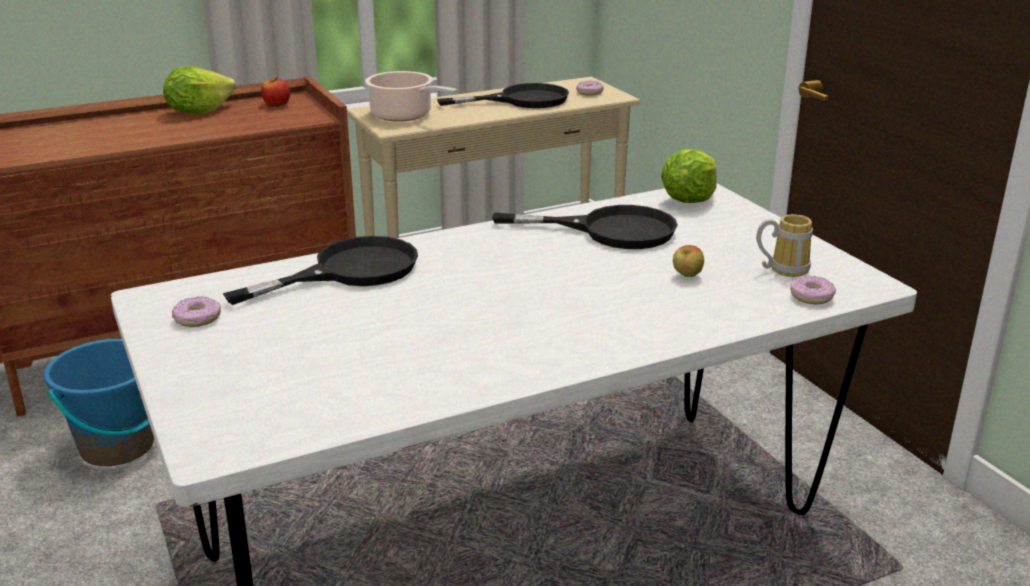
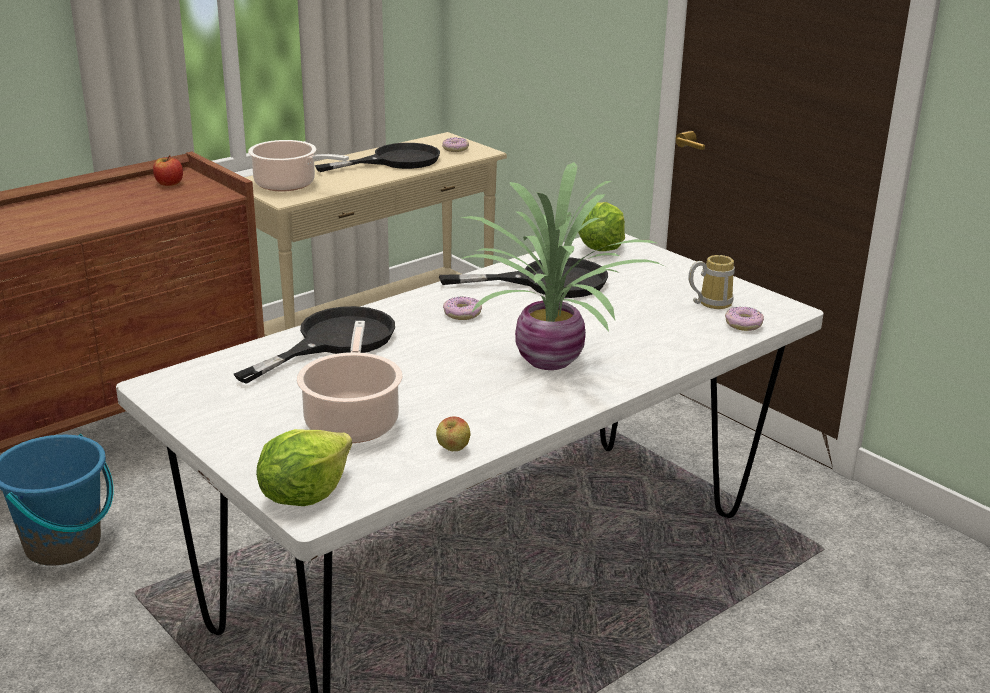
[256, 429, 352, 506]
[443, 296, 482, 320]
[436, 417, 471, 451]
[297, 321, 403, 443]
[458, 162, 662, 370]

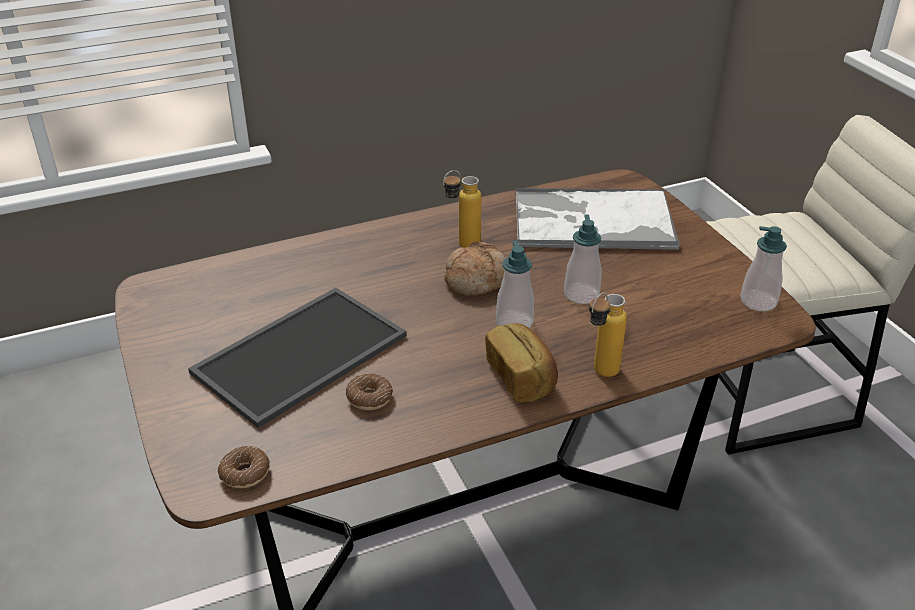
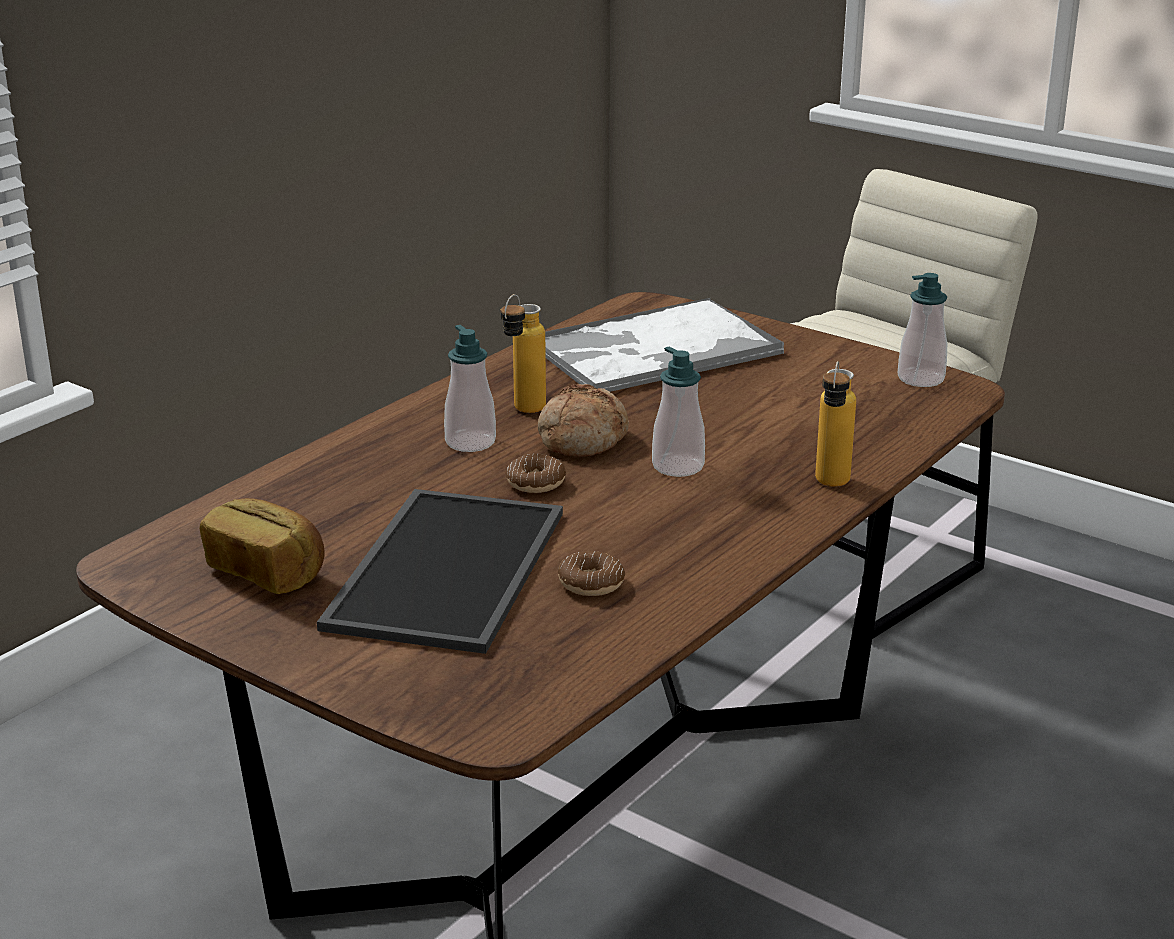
[505, 453, 566, 493]
[200, 498, 325, 594]
[444, 325, 496, 452]

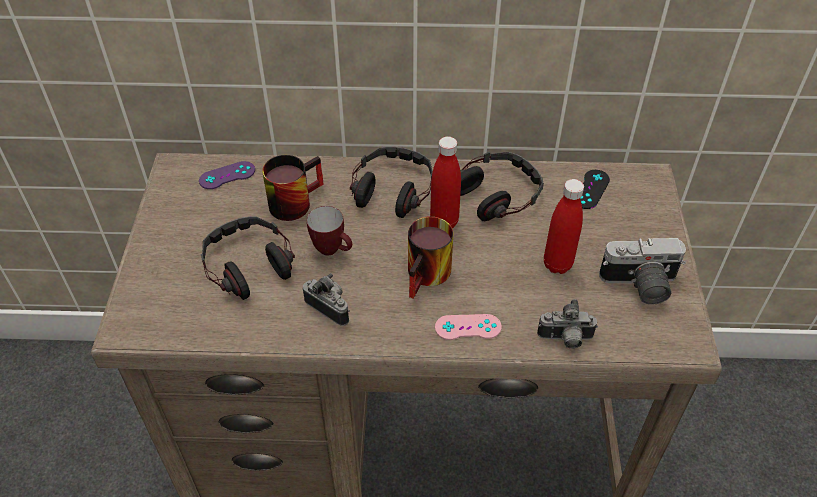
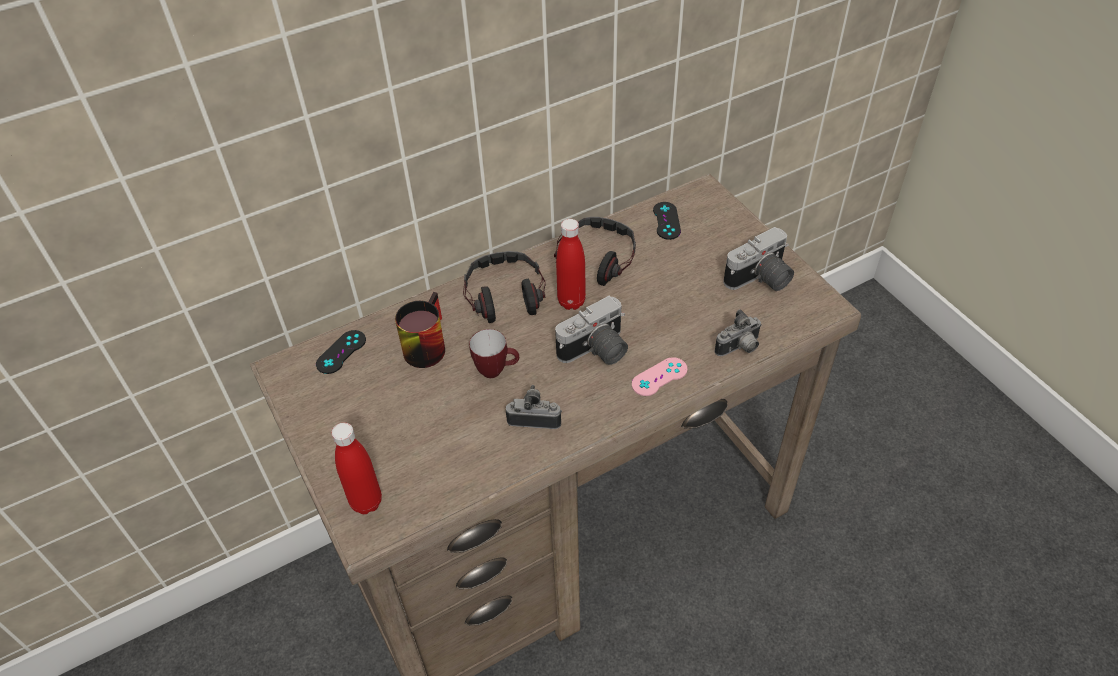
[316, 330, 366, 374]
[201, 216, 295, 300] (first image)
[555, 296, 628, 365]
[331, 423, 382, 514]

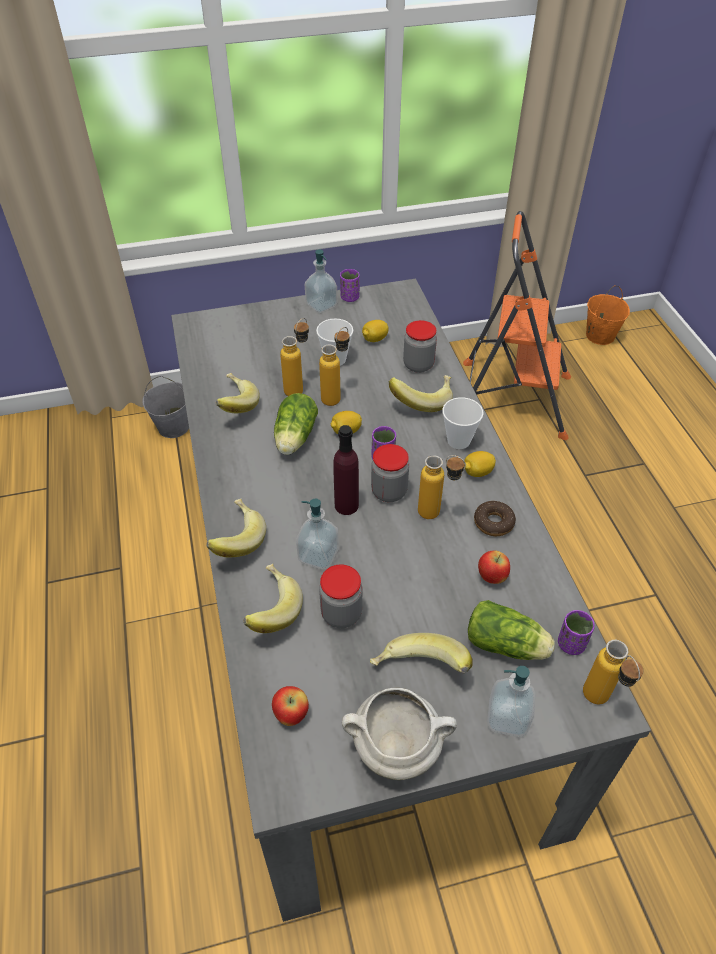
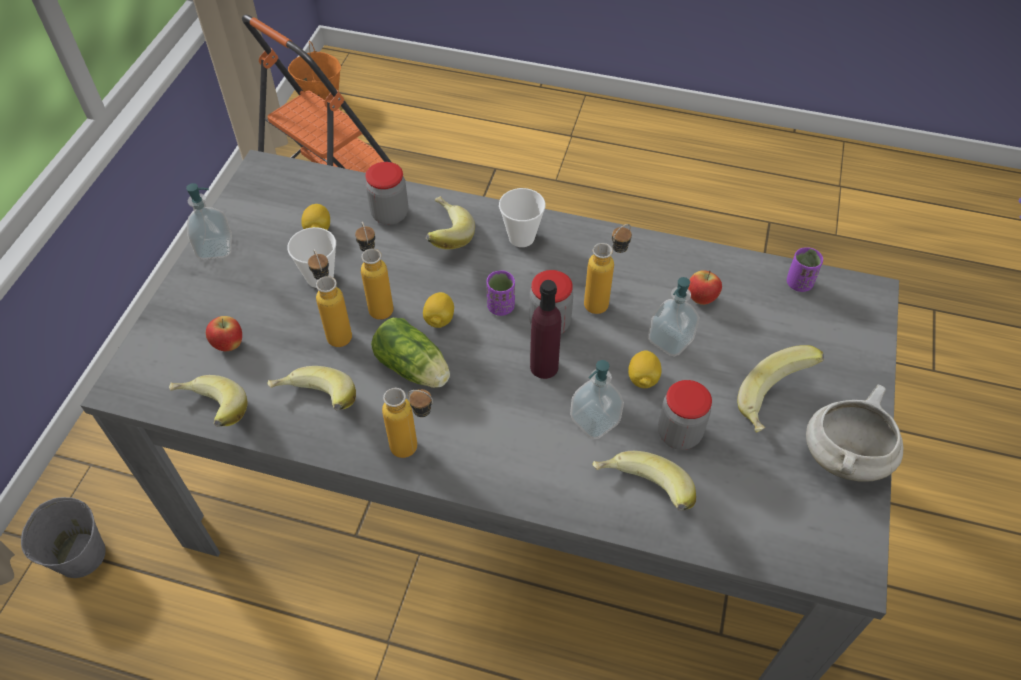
[169, 375, 247, 427]
[206, 316, 242, 351]
[340, 269, 360, 302] (first image)
[628, 350, 662, 388]
[468, 600, 555, 660] (first image)
[474, 501, 516, 536] (first image)
[648, 277, 700, 356]
[382, 388, 433, 458]

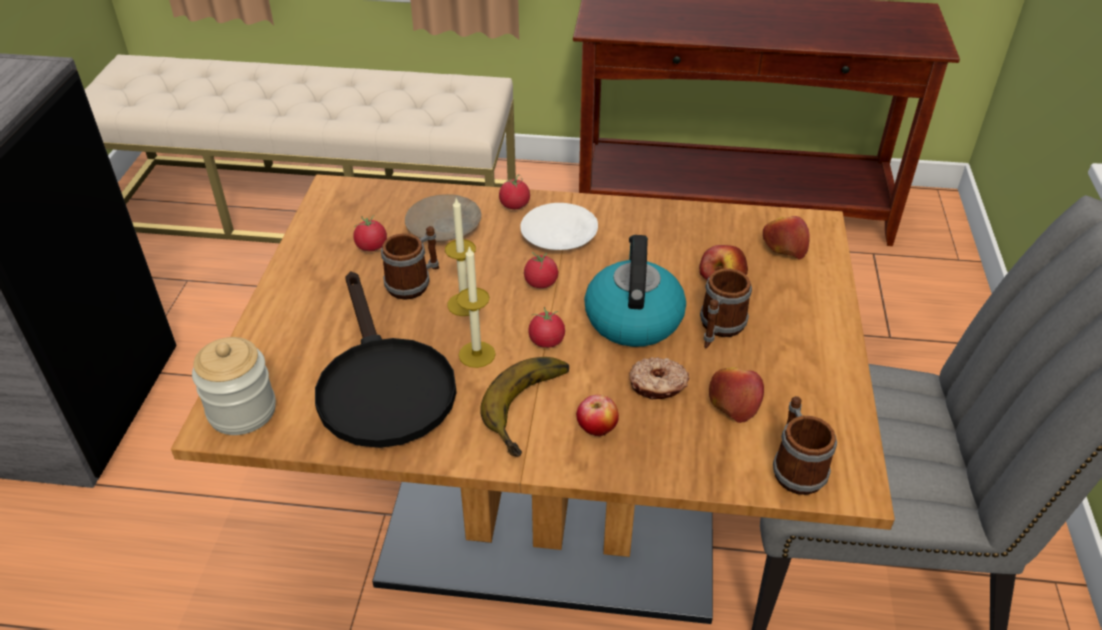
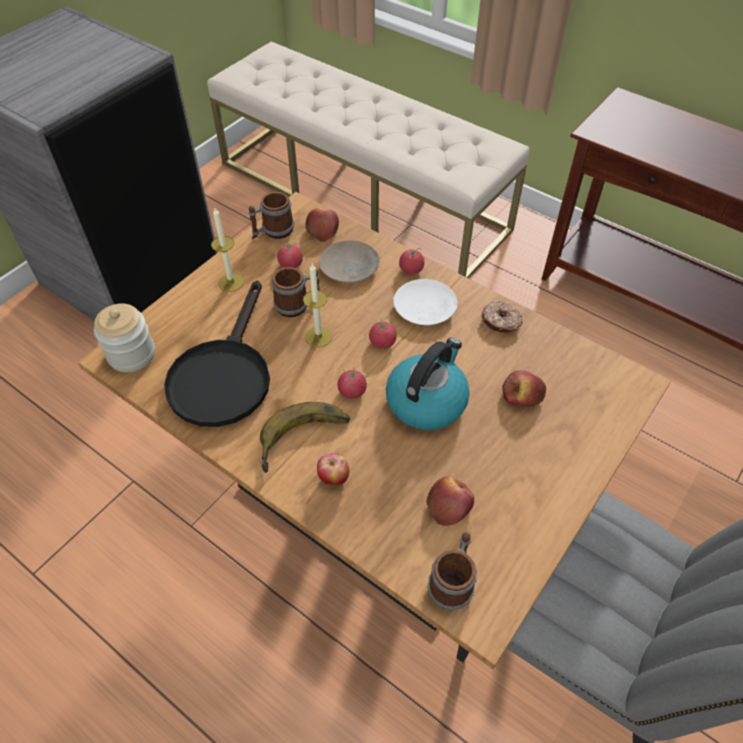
[211, 208, 244, 292]
[481, 301, 523, 332]
[249, 192, 294, 239]
[305, 207, 339, 242]

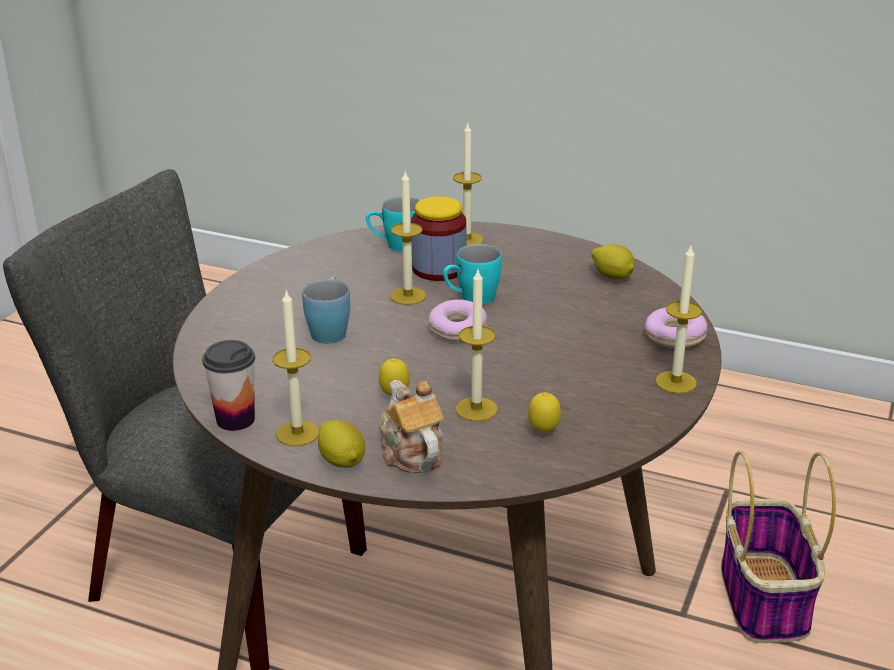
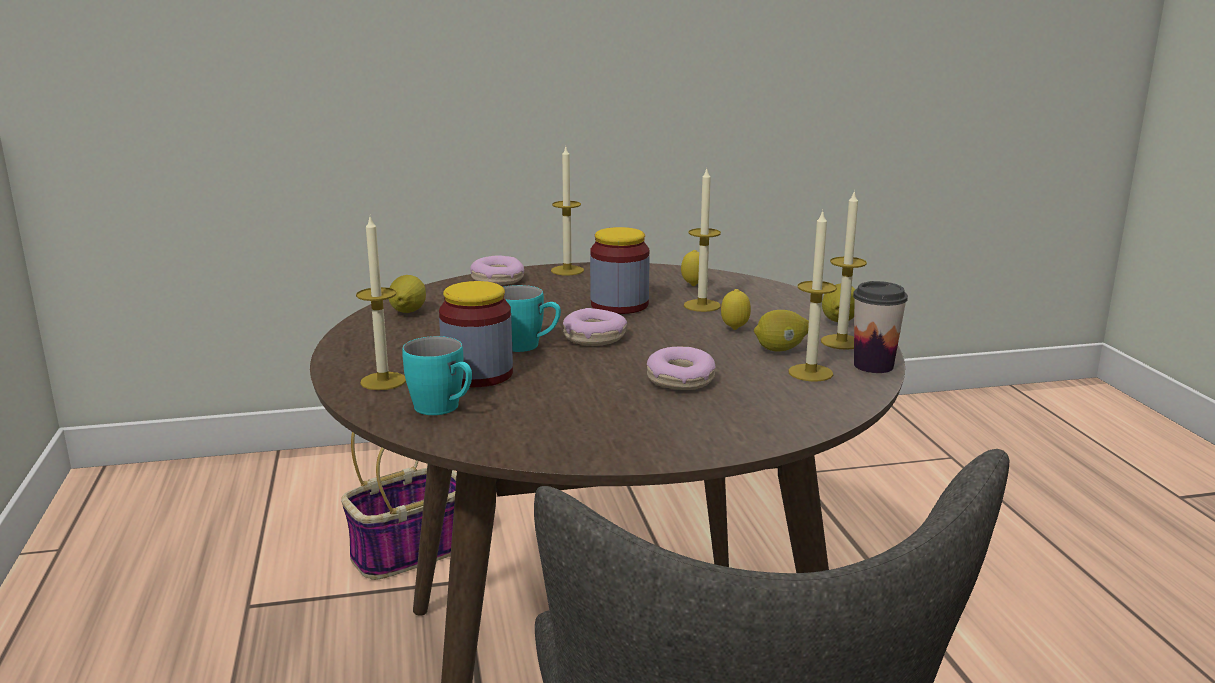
[647, 347, 716, 390]
[379, 380, 444, 473] (first image)
[788, 210, 837, 382]
[590, 227, 650, 314]
[754, 310, 809, 351]

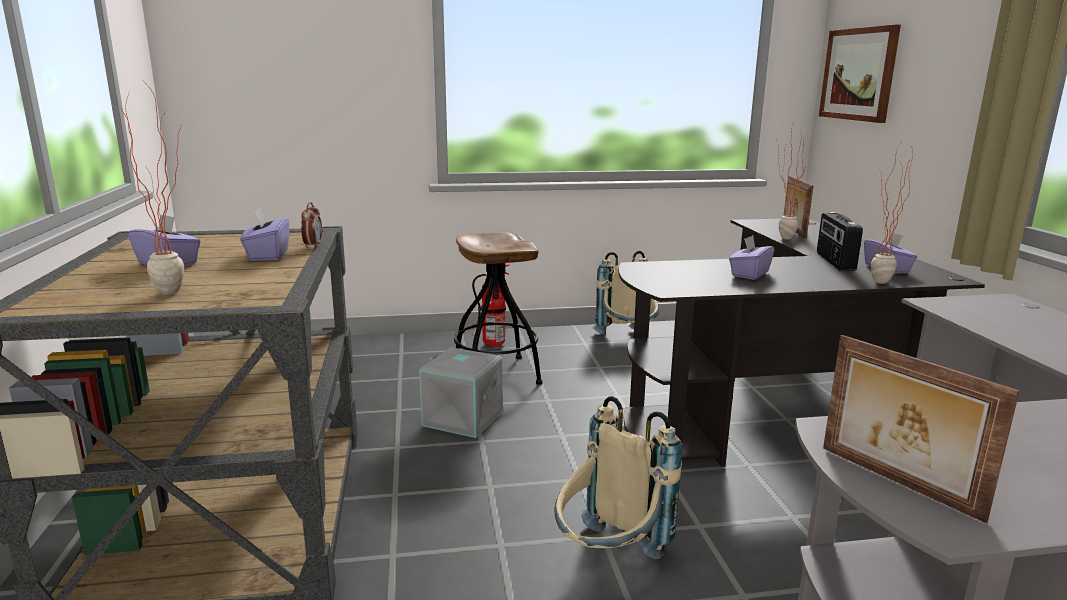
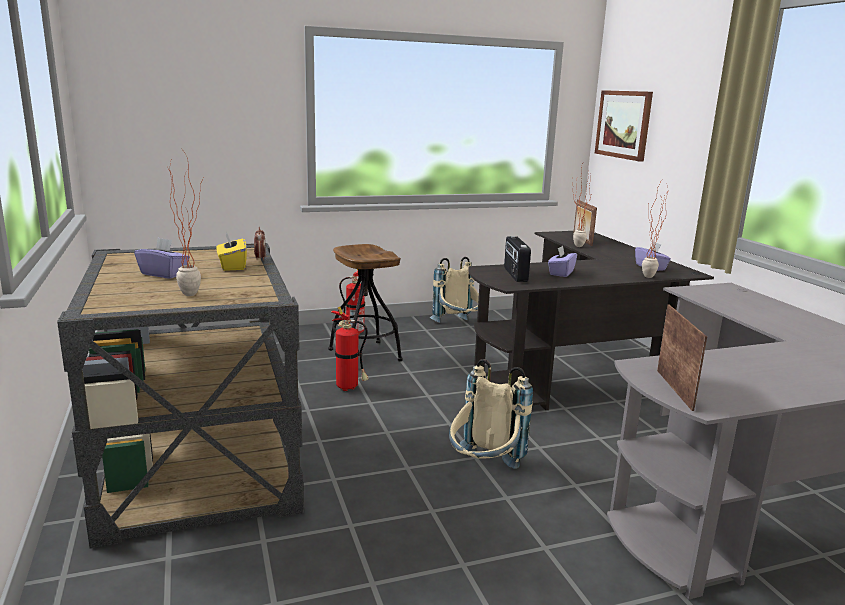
[216, 232, 247, 271]
[331, 307, 369, 391]
[504, 236, 531, 282]
[657, 305, 707, 411]

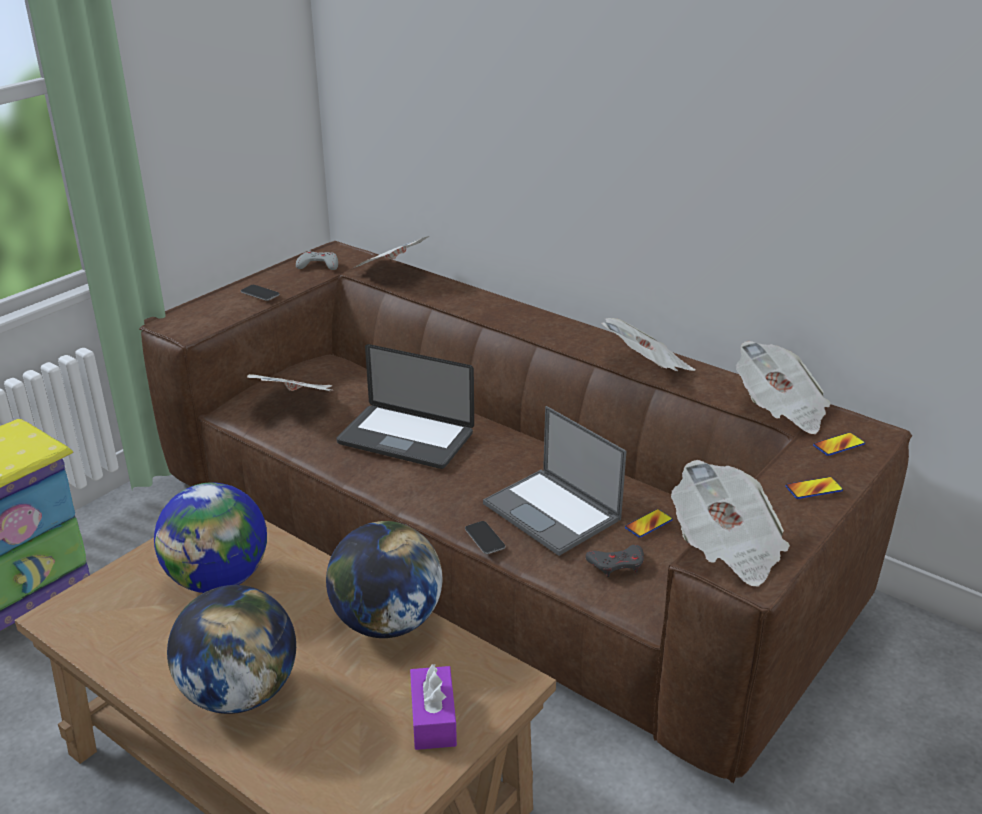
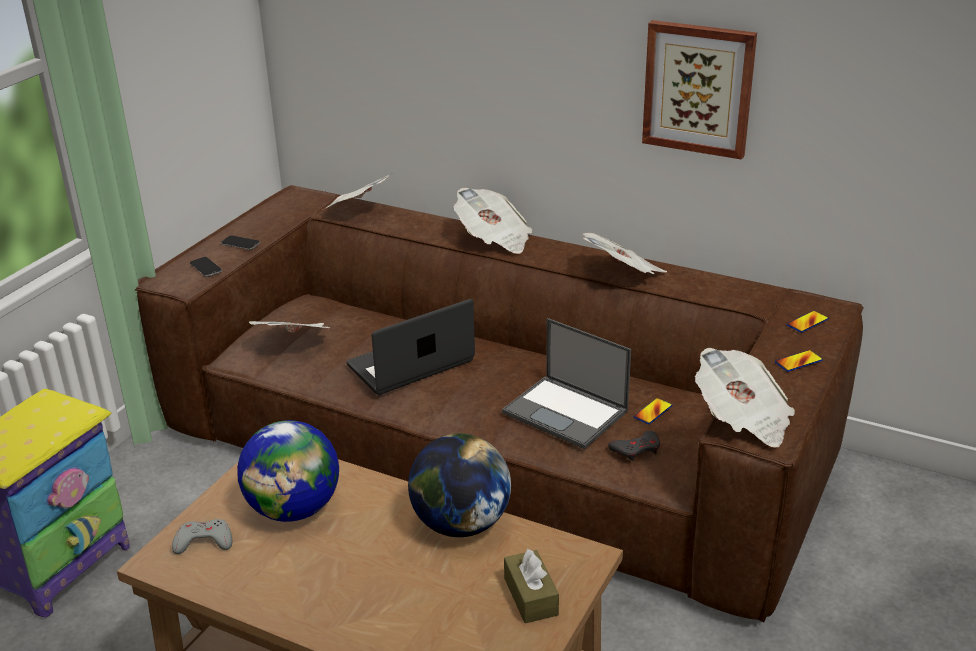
[167, 585, 296, 714] (first image)
[172, 519, 232, 554]
[347, 299, 475, 395]
[504, 549, 559, 623]
[190, 257, 222, 277]
[454, 188, 532, 254]
[642, 20, 757, 160]

